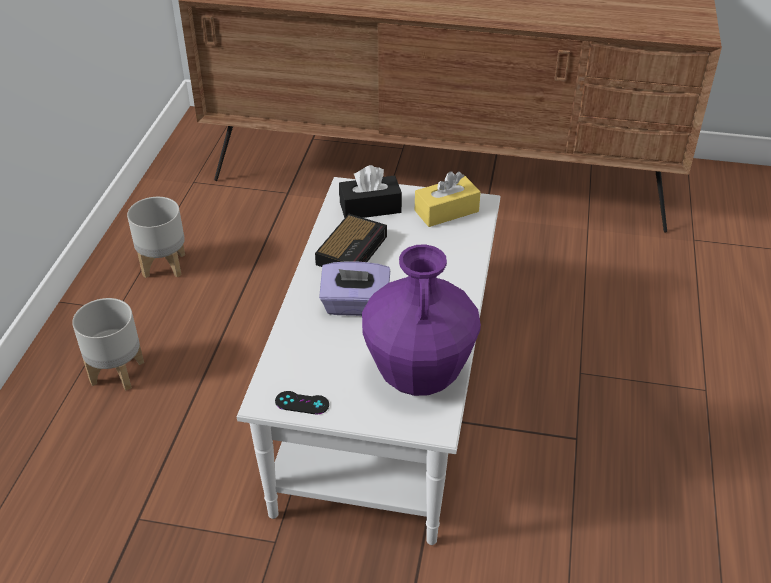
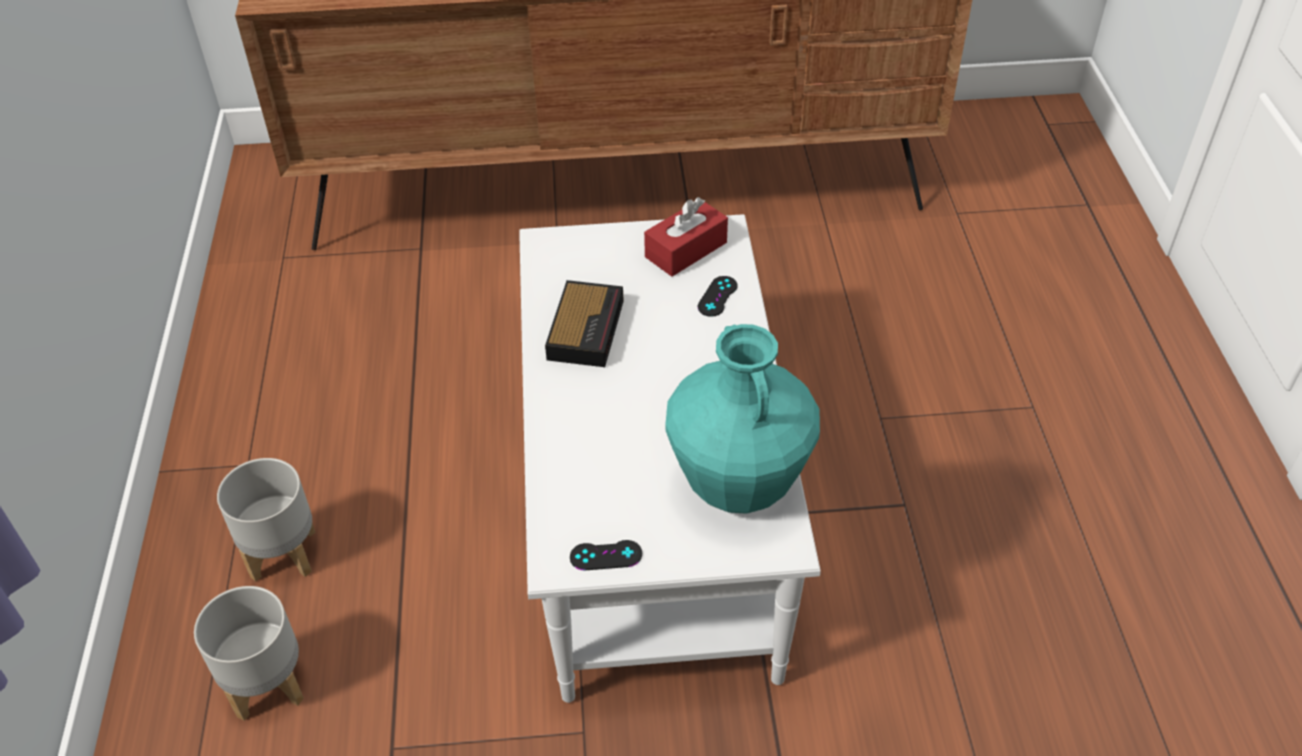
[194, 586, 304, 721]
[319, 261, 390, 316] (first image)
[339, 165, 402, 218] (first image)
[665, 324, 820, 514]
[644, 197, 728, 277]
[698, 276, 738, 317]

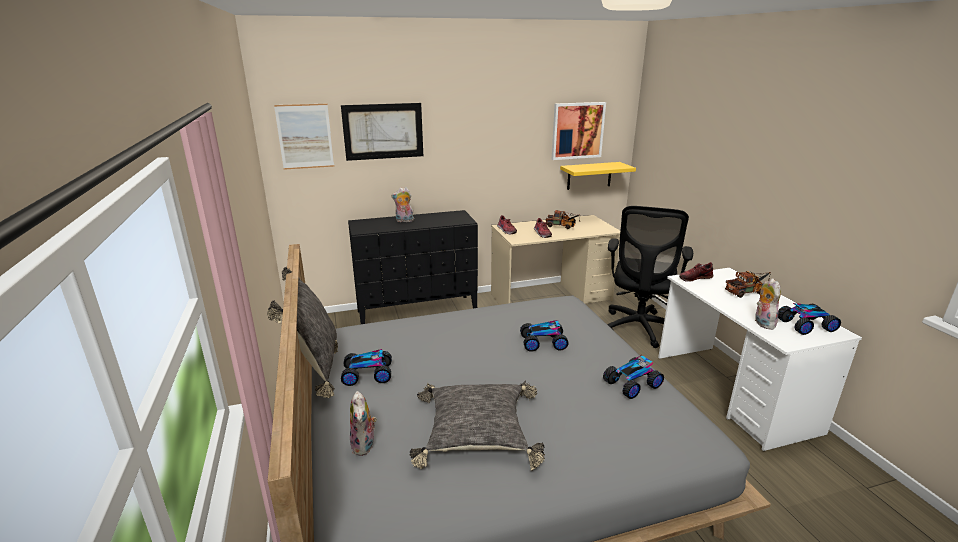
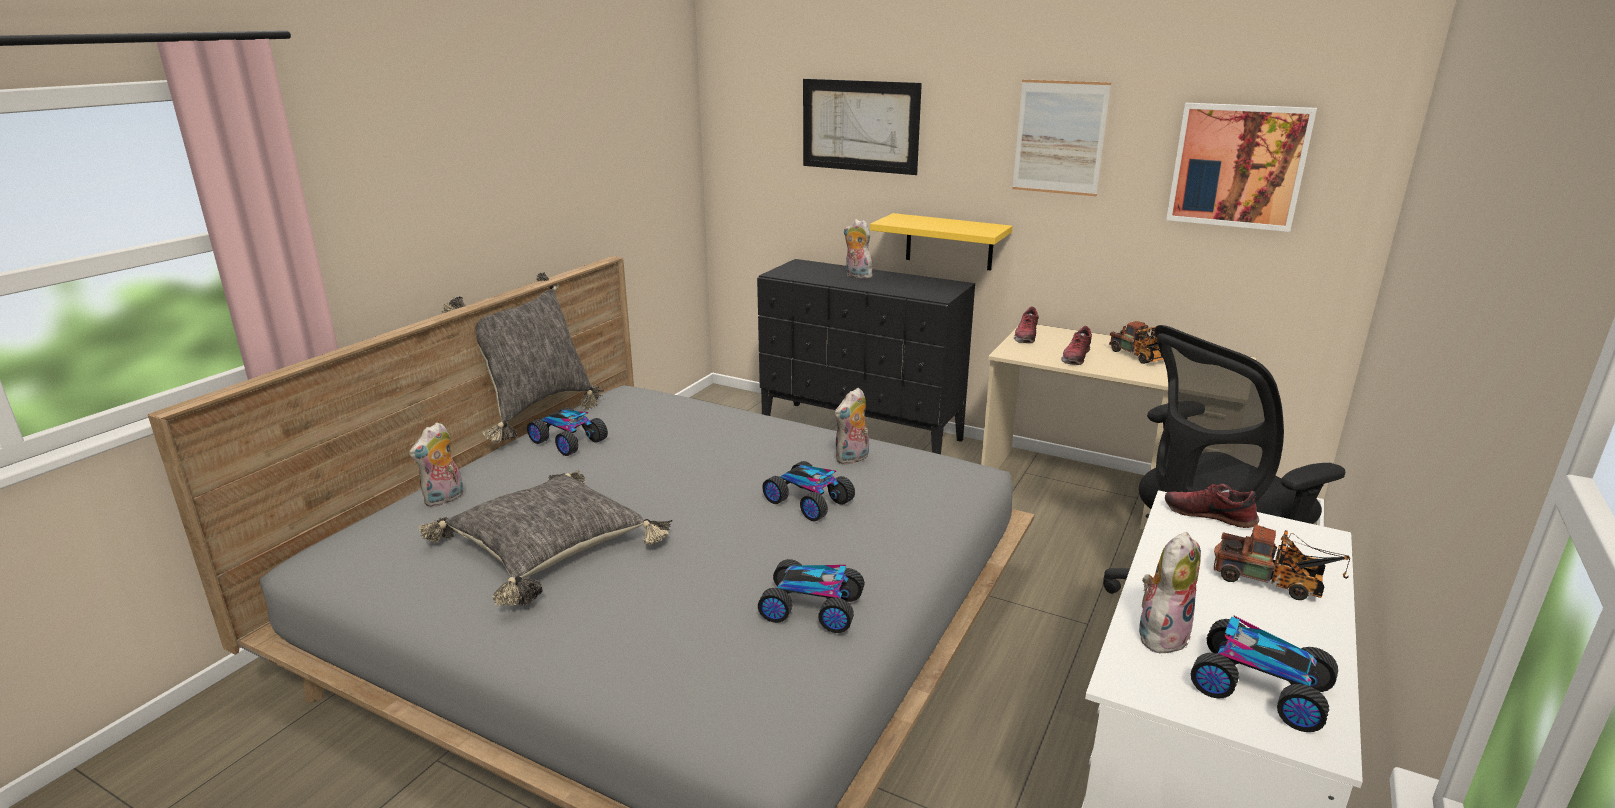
[1012, 79, 1111, 196]
[870, 213, 1013, 271]
[835, 388, 869, 465]

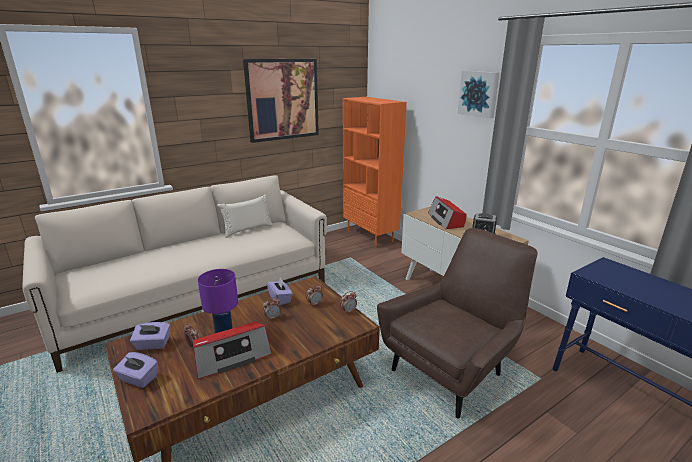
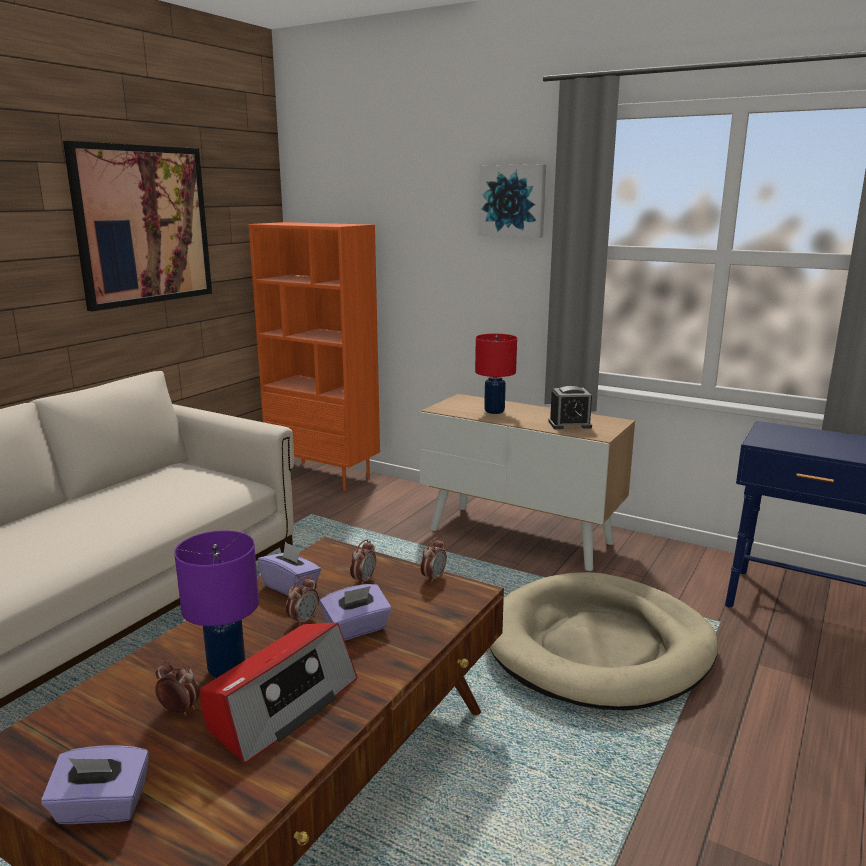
[320, 584, 391, 641]
[217, 195, 273, 238] (first image)
[490, 572, 718, 711]
[475, 334, 517, 414]

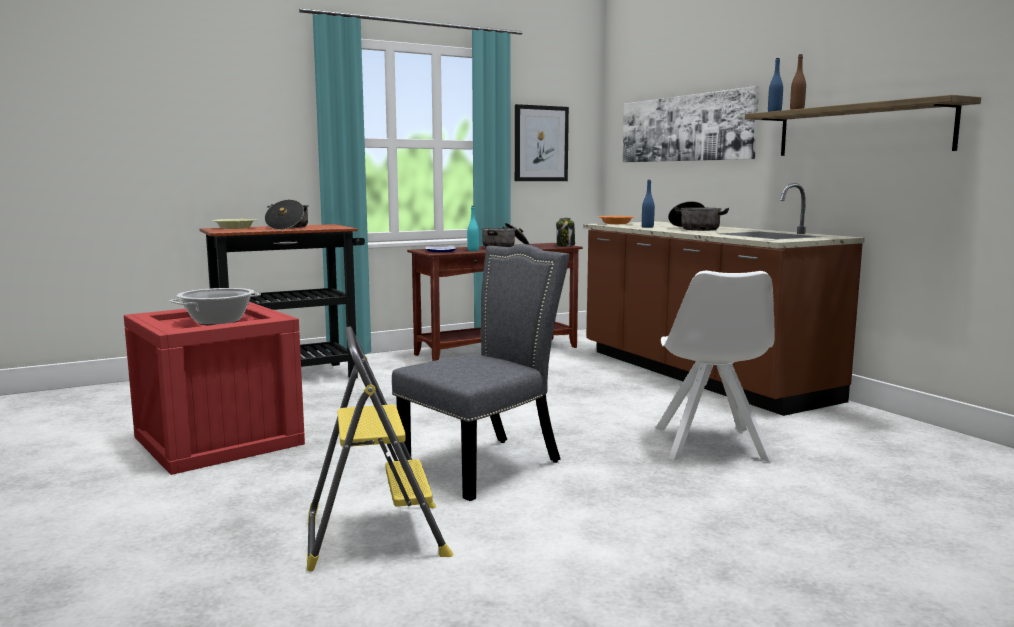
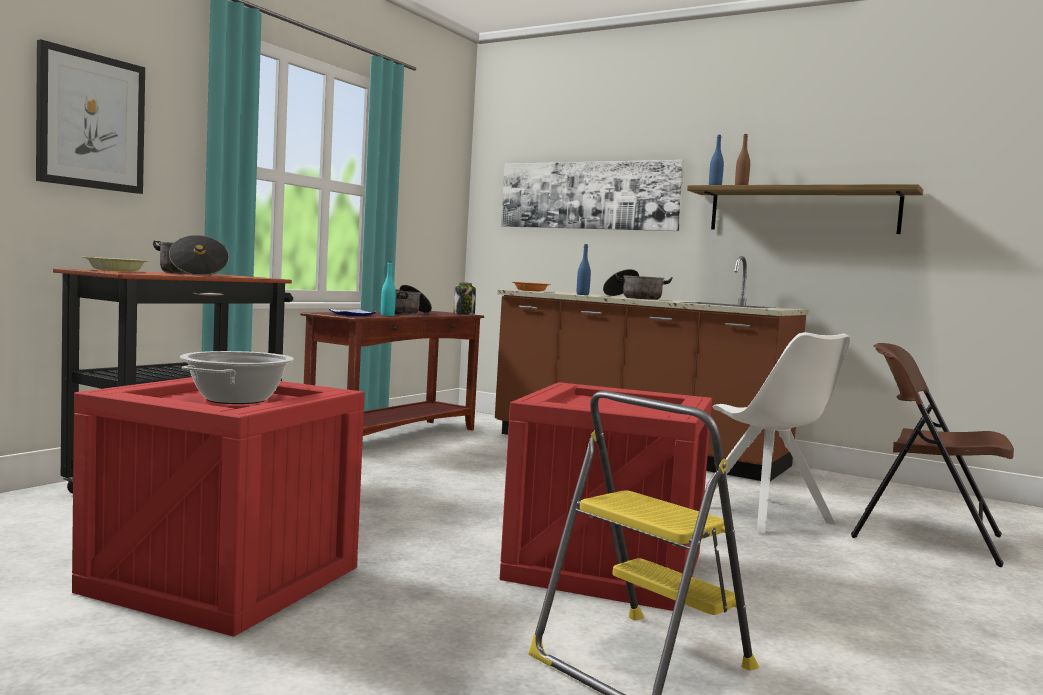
[500, 382, 712, 611]
[36, 39, 145, 194]
[851, 343, 1014, 567]

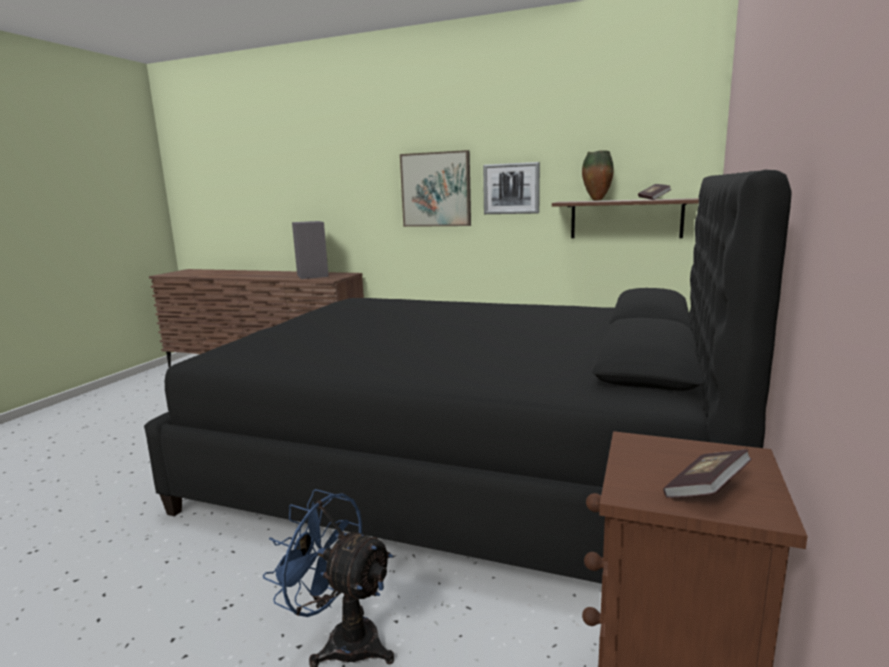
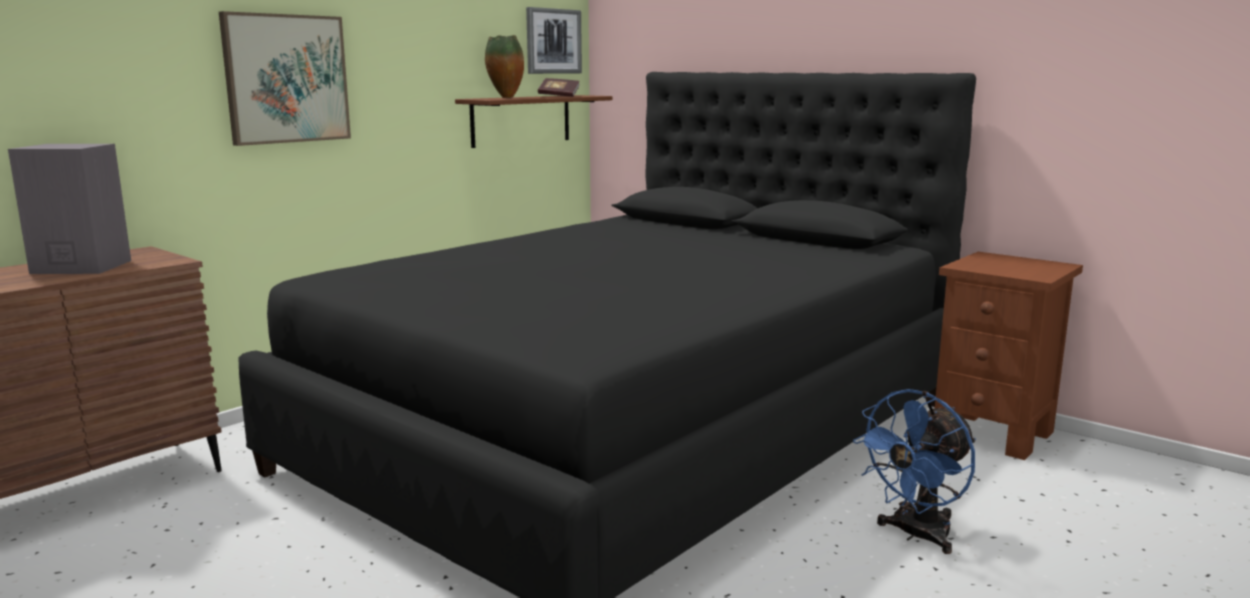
[526, 7, 582, 74]
[663, 449, 752, 498] (first image)

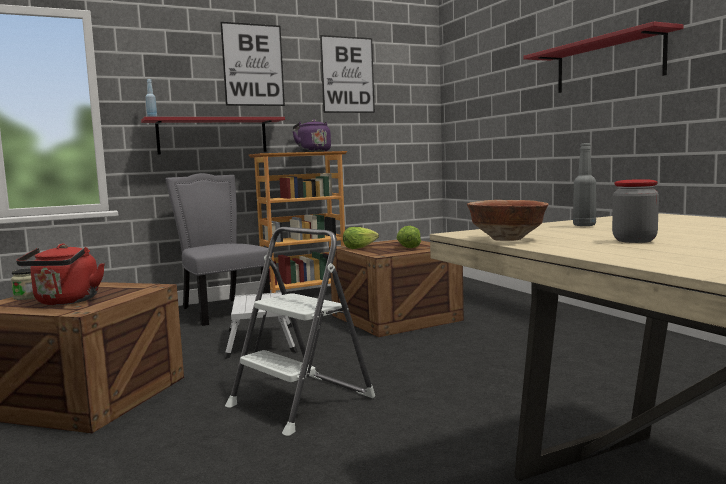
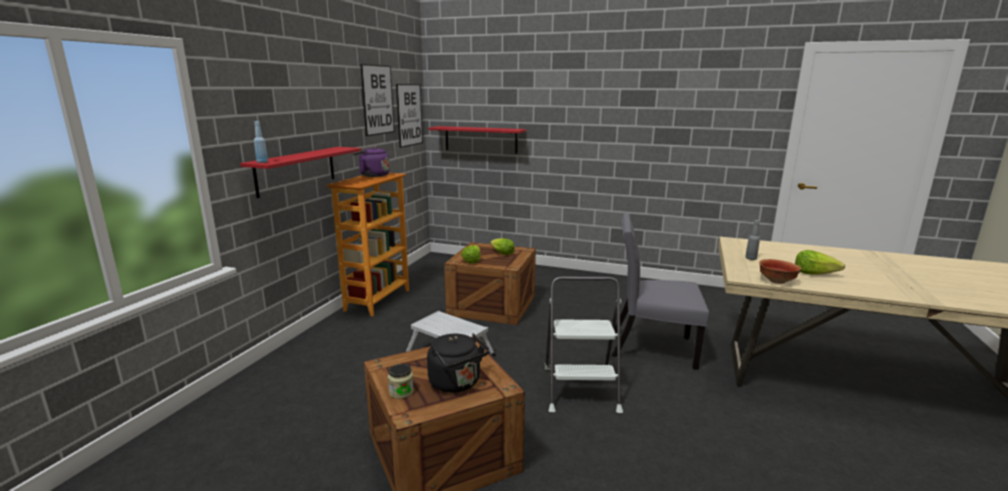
[427, 333, 489, 393]
[612, 213, 709, 370]
[396, 84, 423, 148]
[428, 126, 526, 153]
[795, 250, 845, 275]

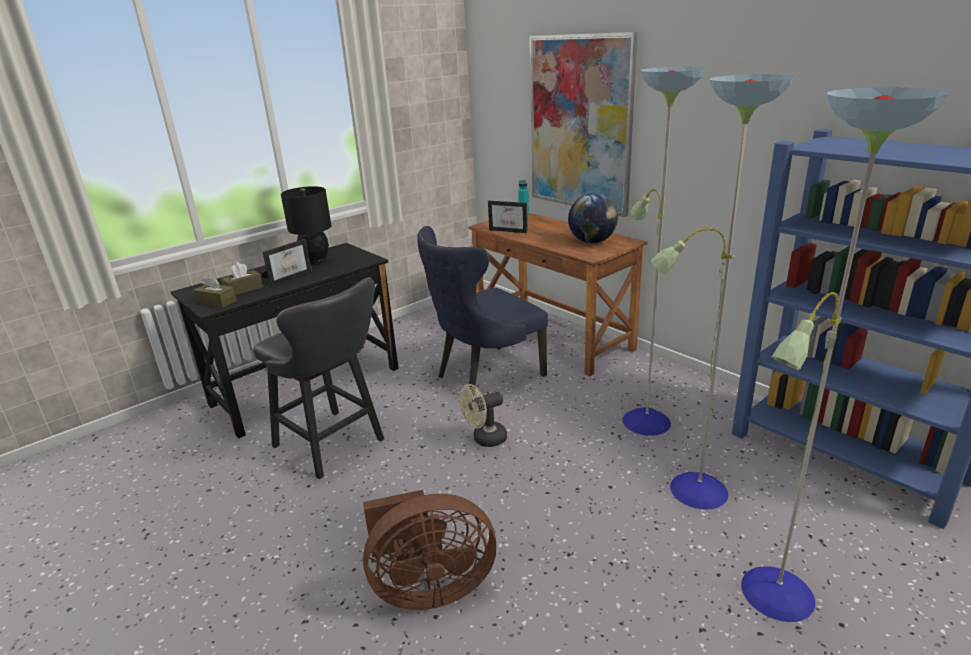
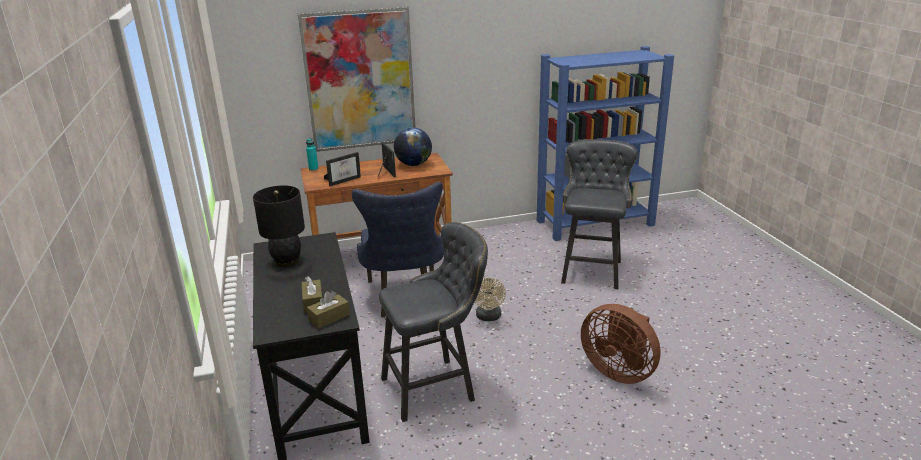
[378, 142, 396, 177]
[581, 304, 661, 384]
[561, 139, 638, 289]

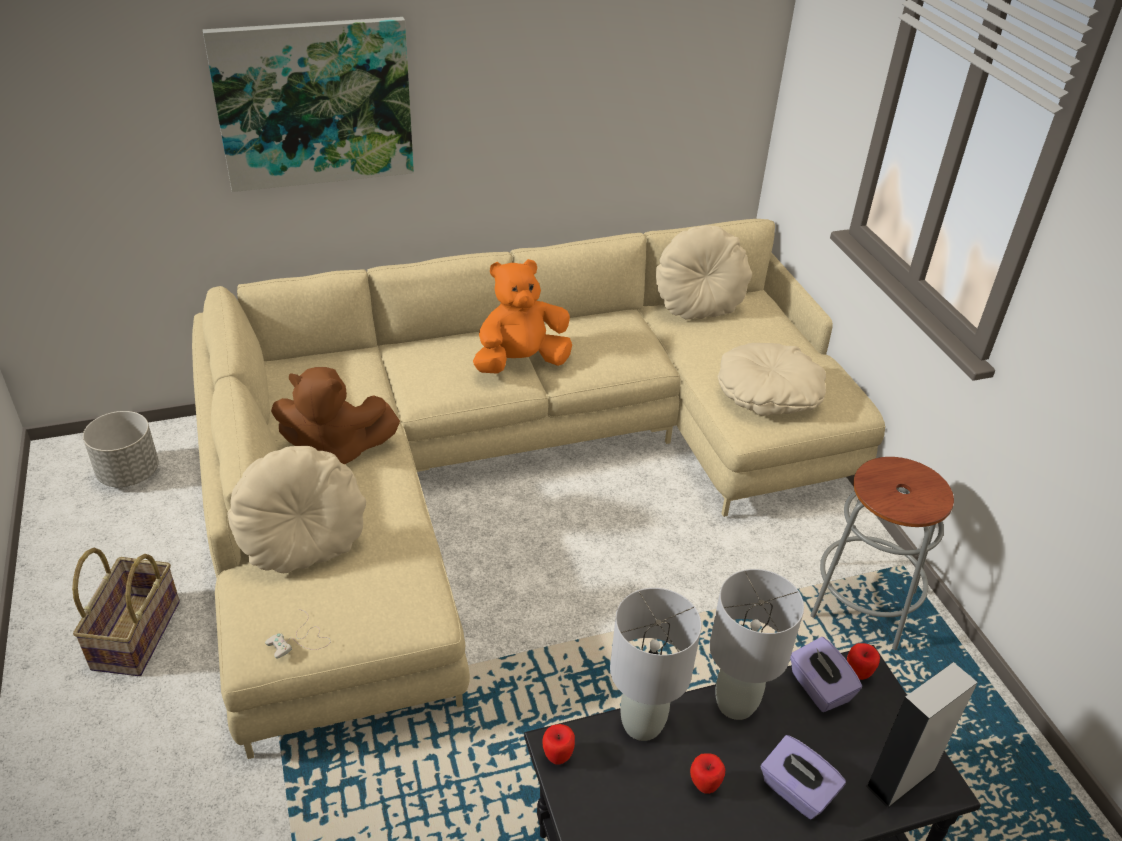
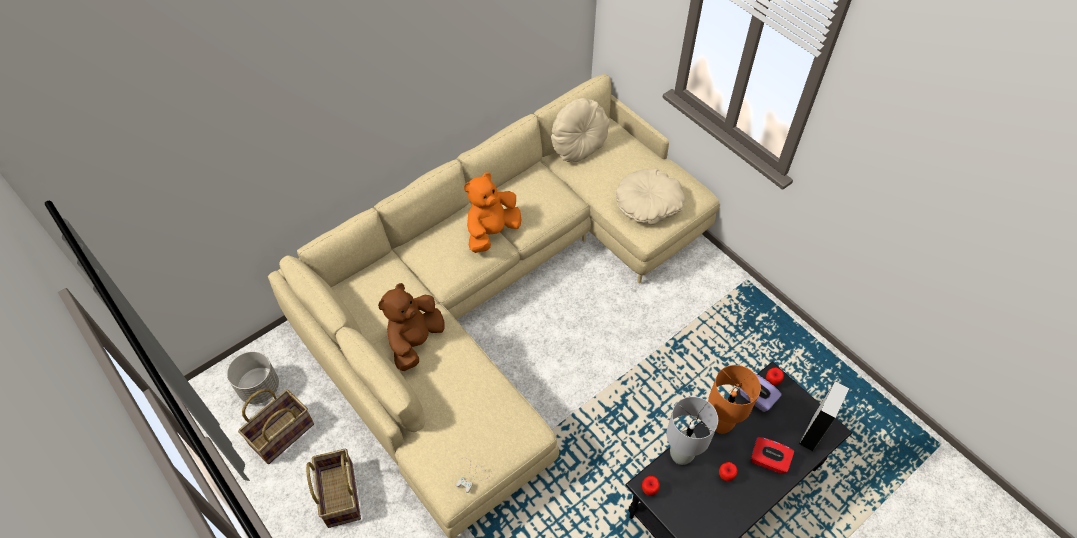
[203, 17, 414, 192] (first image)
[227, 446, 366, 573] (first image)
[378, 283, 445, 371]
[708, 365, 761, 434]
[751, 437, 794, 474]
[811, 457, 954, 650] (first image)
[238, 389, 314, 464]

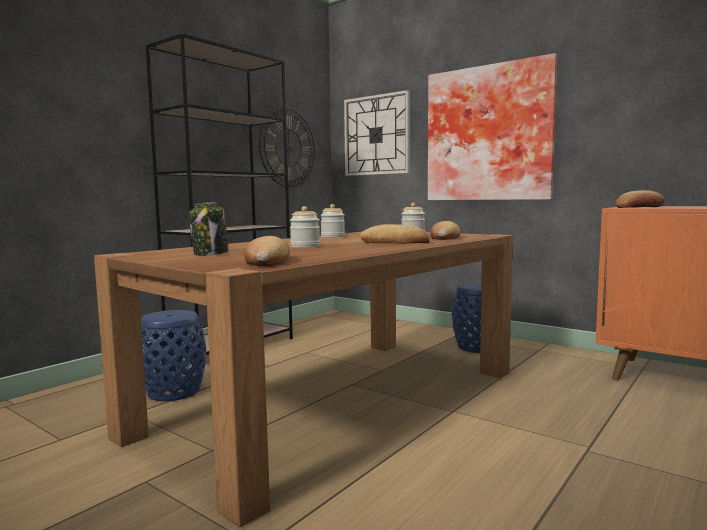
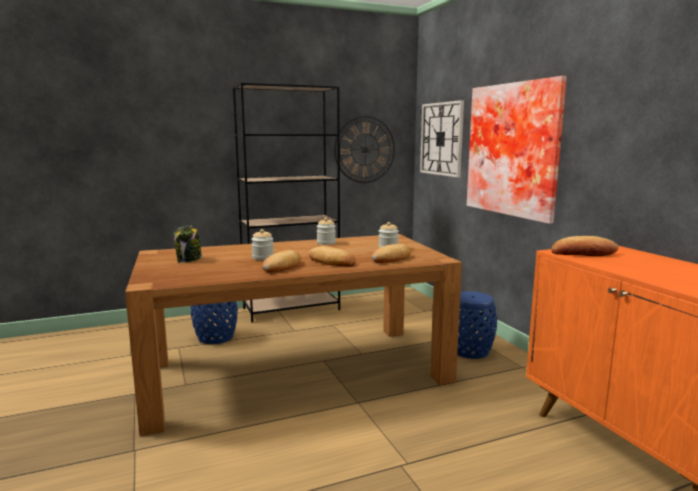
[262, 250, 301, 273]

